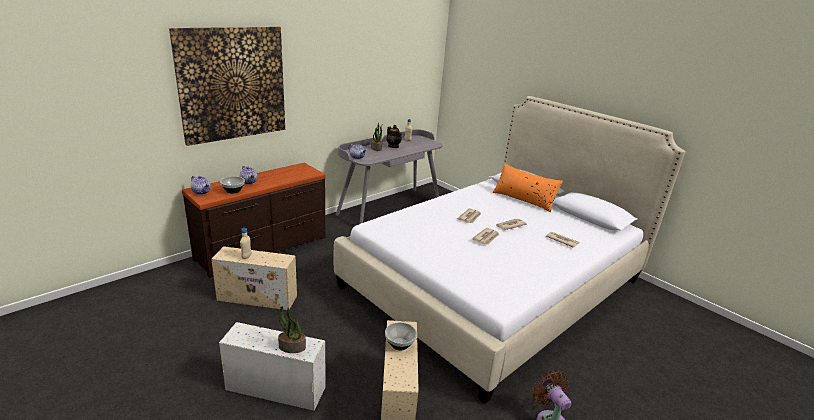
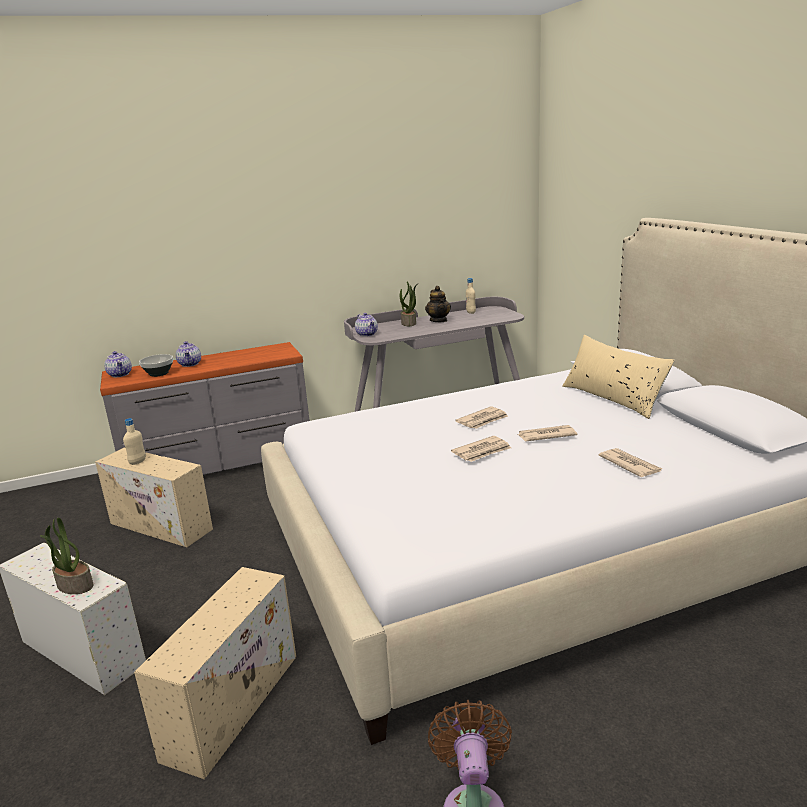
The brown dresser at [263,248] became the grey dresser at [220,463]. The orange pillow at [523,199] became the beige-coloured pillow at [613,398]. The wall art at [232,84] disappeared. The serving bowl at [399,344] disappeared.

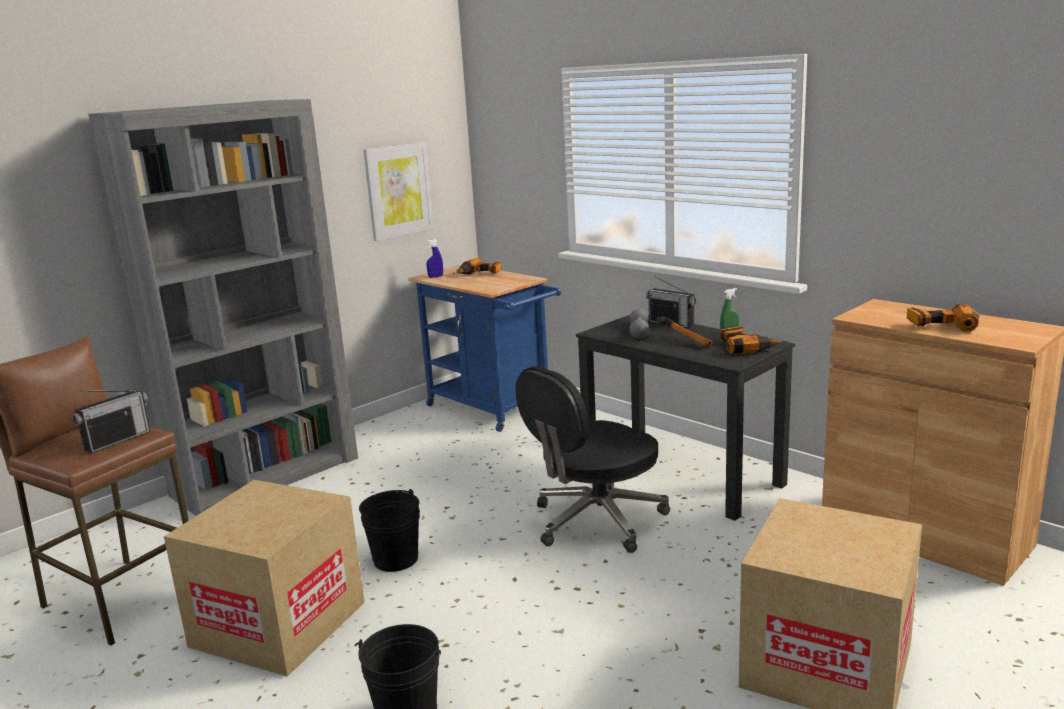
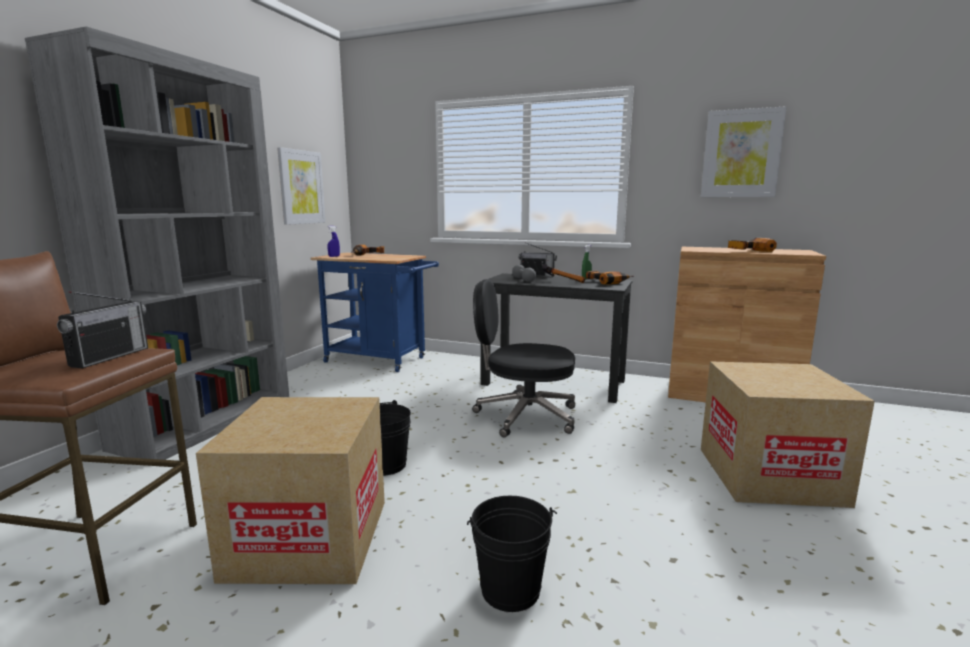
The black desk chair at [596,521] turned 75 degrees clockwise. The wall art at [741,154] appeared.

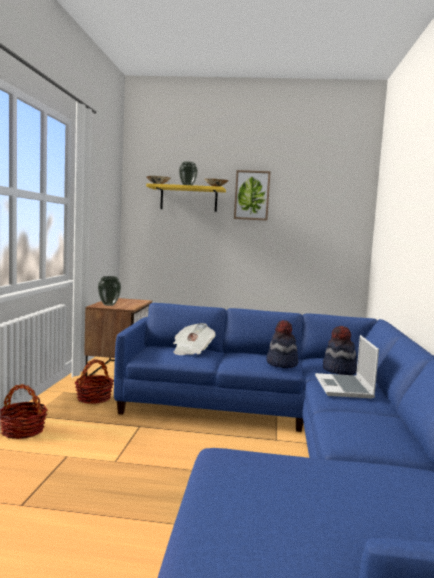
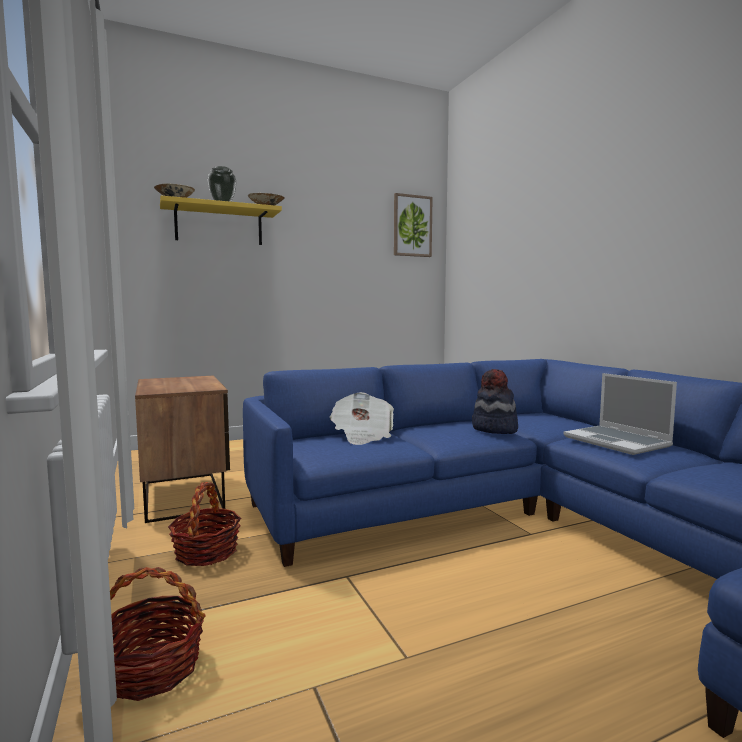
The wall art moved from [252,195] to [412,226]. The flower vase at [109,305] disappeared. The clothing hat at [339,370] disappeared.

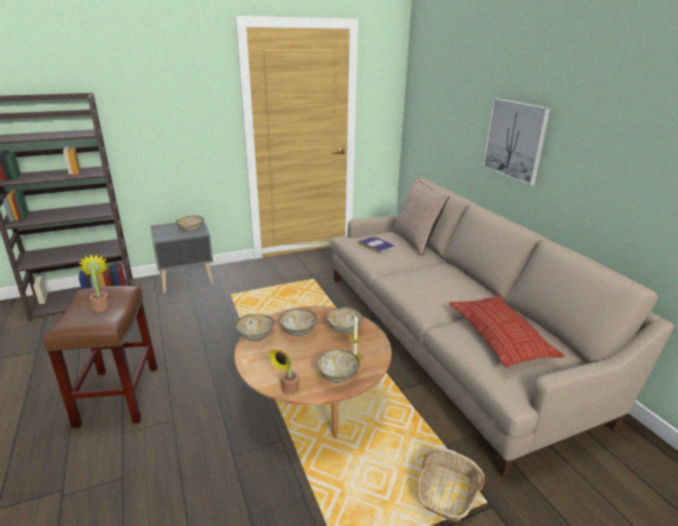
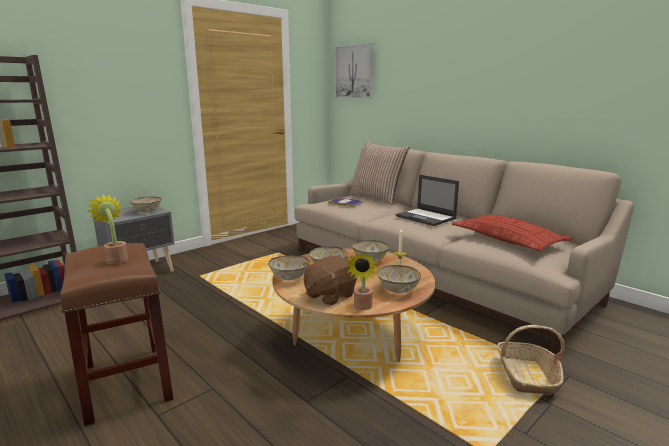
The brown soft toy at [329,295] appeared. The wall art moved from [515,140] to [354,72]. The portable computer at [426,217] appeared.

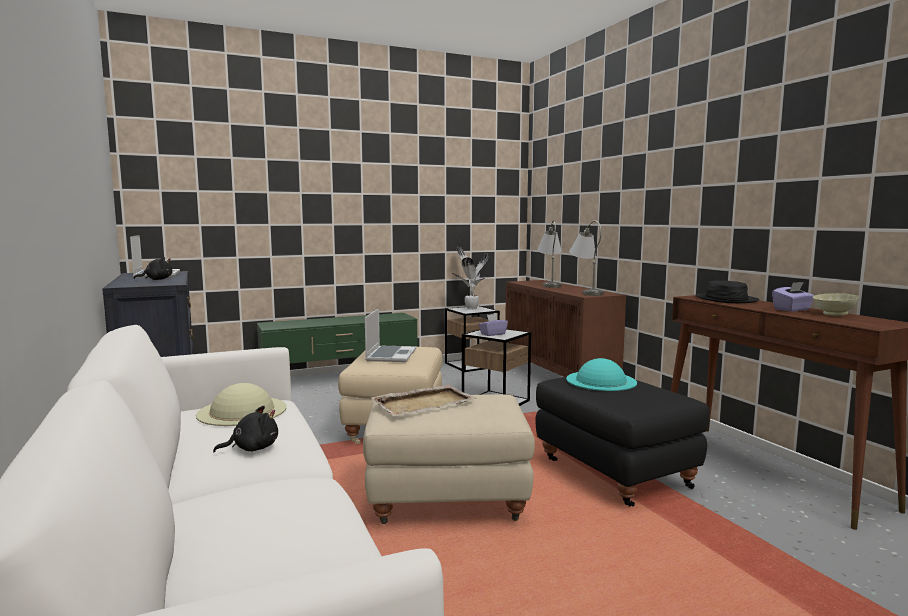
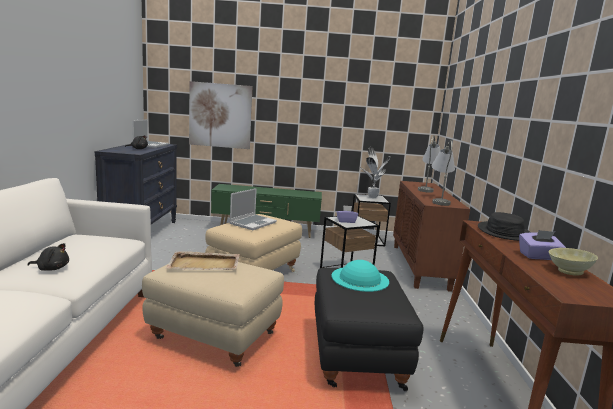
The wall art at [220,115] appeared. The beige-coloured clothing hat at [242,411] disappeared.

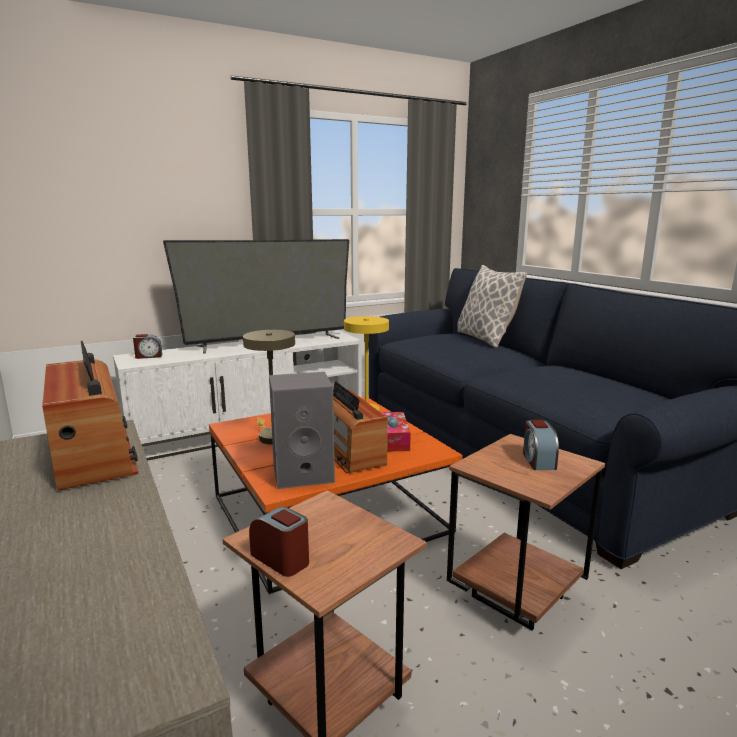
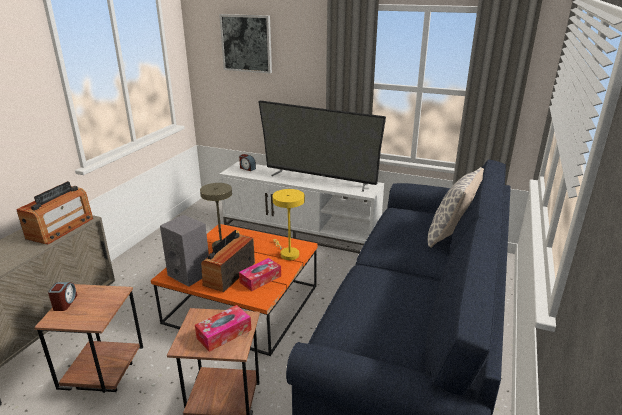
The alarm clock at [538,460] was replaced by the tissue box at [224,334]. The wall art at [246,43] appeared.

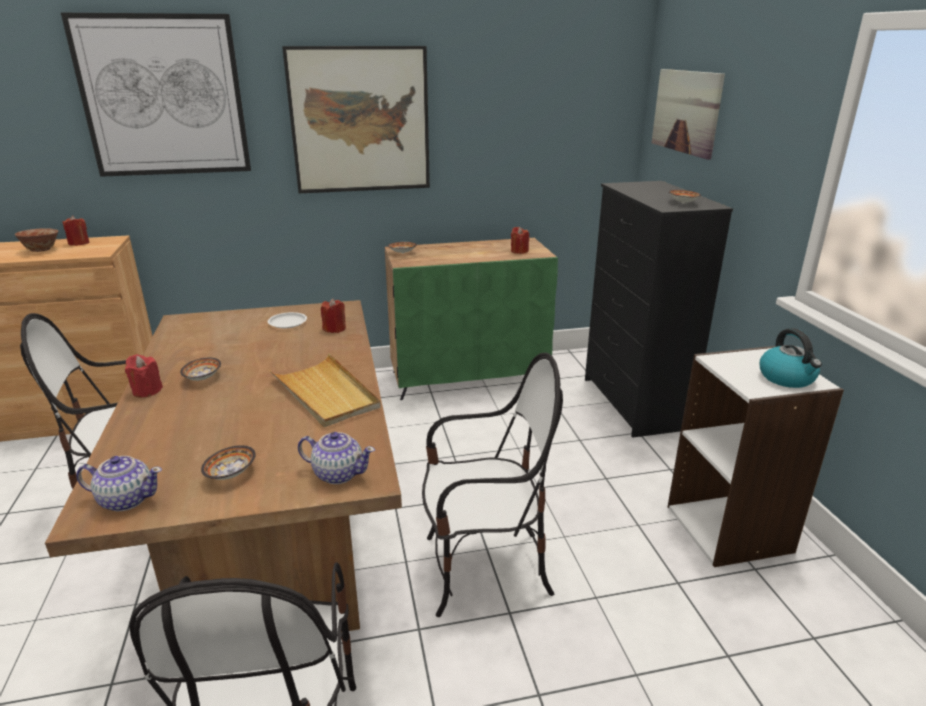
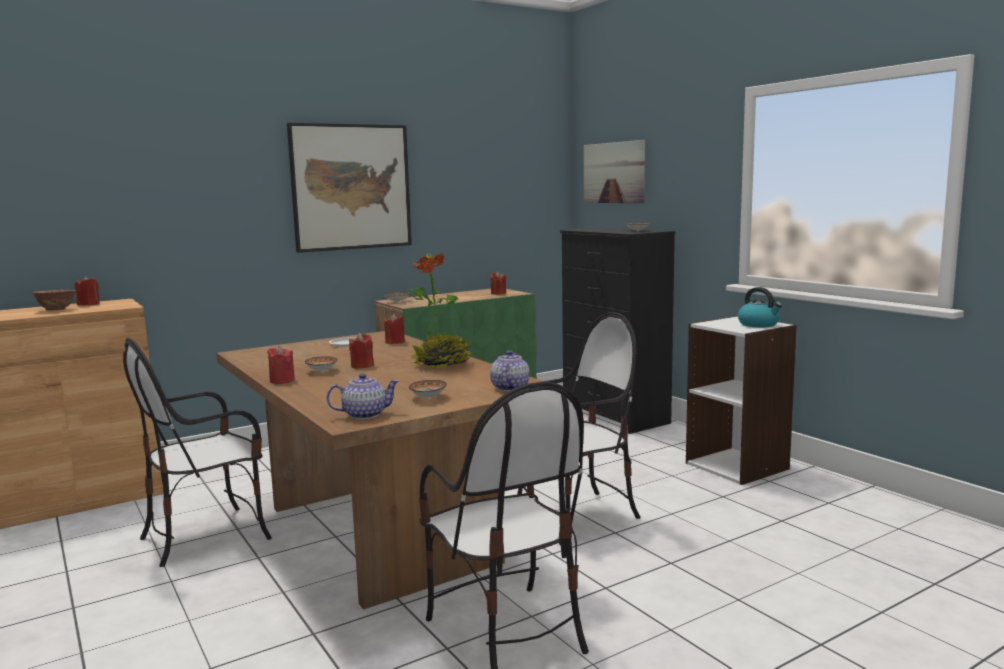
The red-coloured wax candle at [362,366] appeared. The beige-coloured carrying tray at [325,393] was replaced by the potted plant at [441,365]. The pot for tea at [338,473] turned 75 degrees counterclockwise. The wall art at [163,97] disappeared.

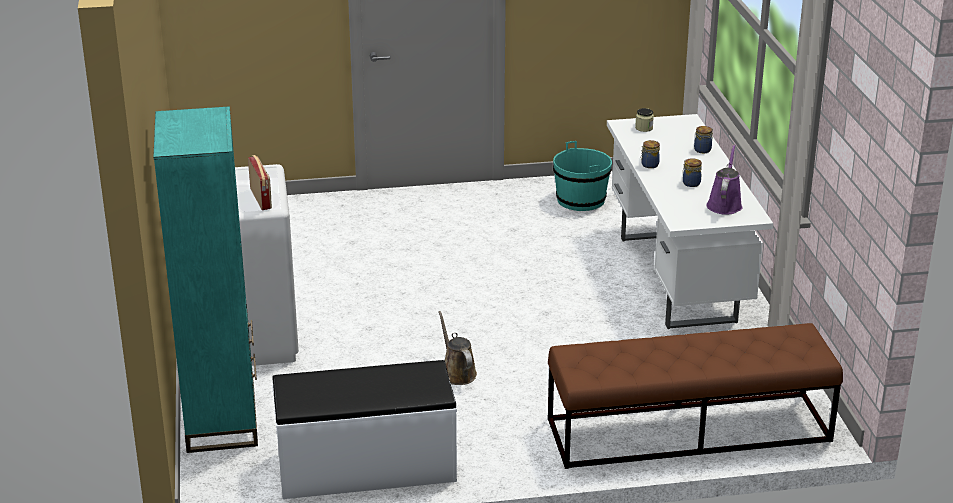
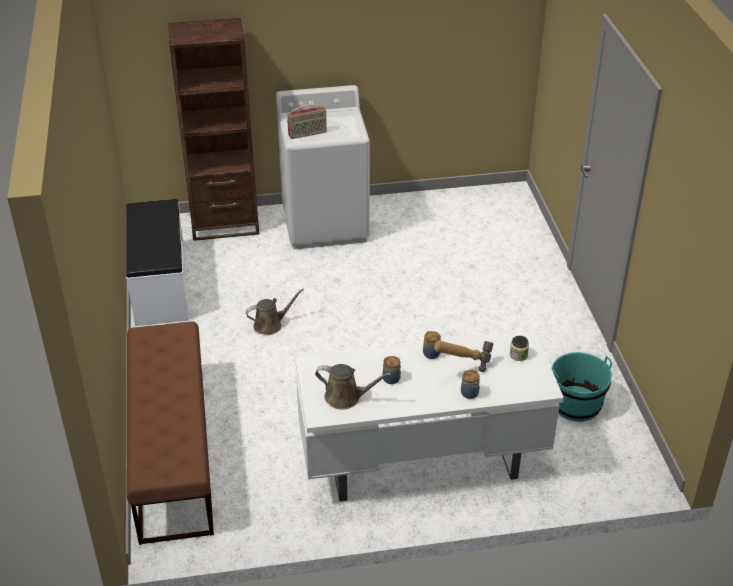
The turquoise bookshelf at [222,420] became the brown bookshelf at [225,224]. The purple-coloured watering can at [724,204] became the brown watering can at [346,397]. The hand hammer at [462,370] appeared.

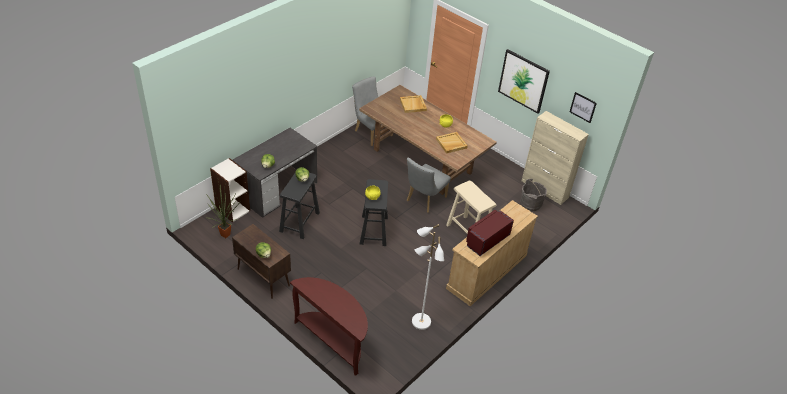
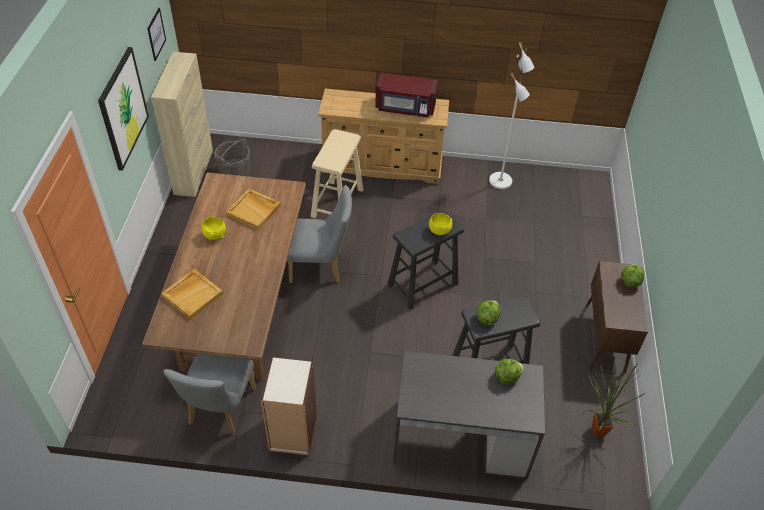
The bookshelf moved from [232,209] to [292,433]. The brown narrow table at [333,341] disappeared.

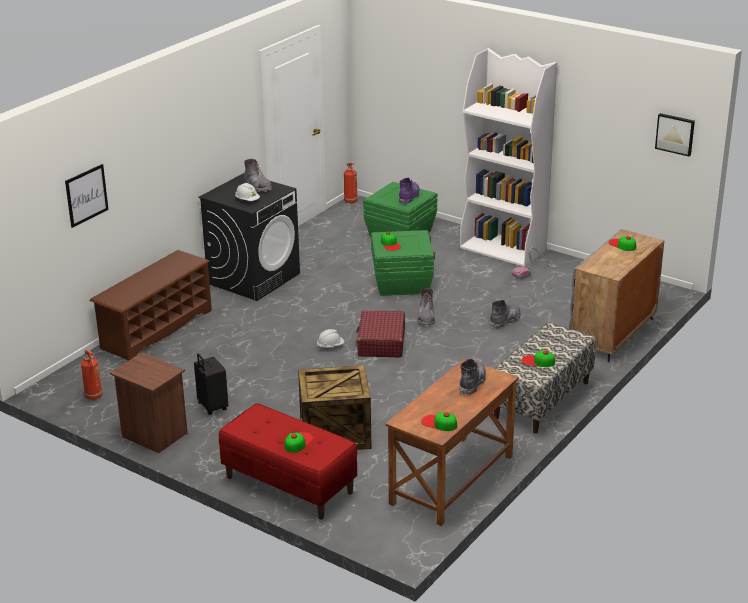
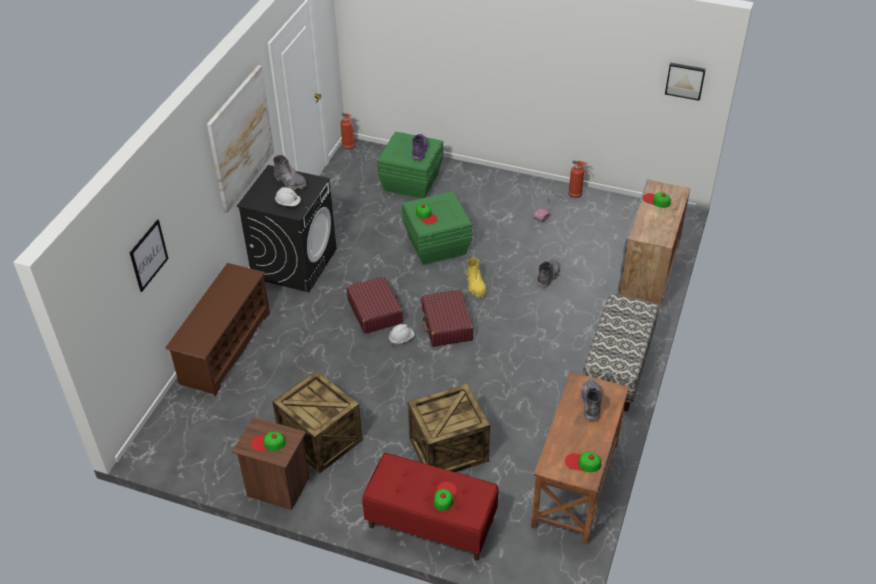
The wall art at [240,138] appeared. The peaked cap moved from [538,361] to [268,443]. The black piece of luggage at [212,407] was replaced by the packing crate at [319,439]. The red-coloured piece of luggage at [375,311] appeared. The grey tall boot at [426,318] became the yellowish tall boot at [475,286]. The extinguisher moved from [94,397] to [575,195]. The white bookshelf at [503,249] disappeared.

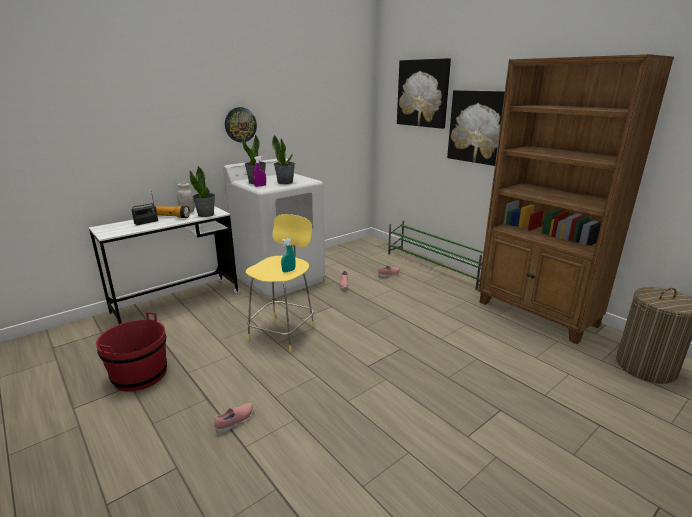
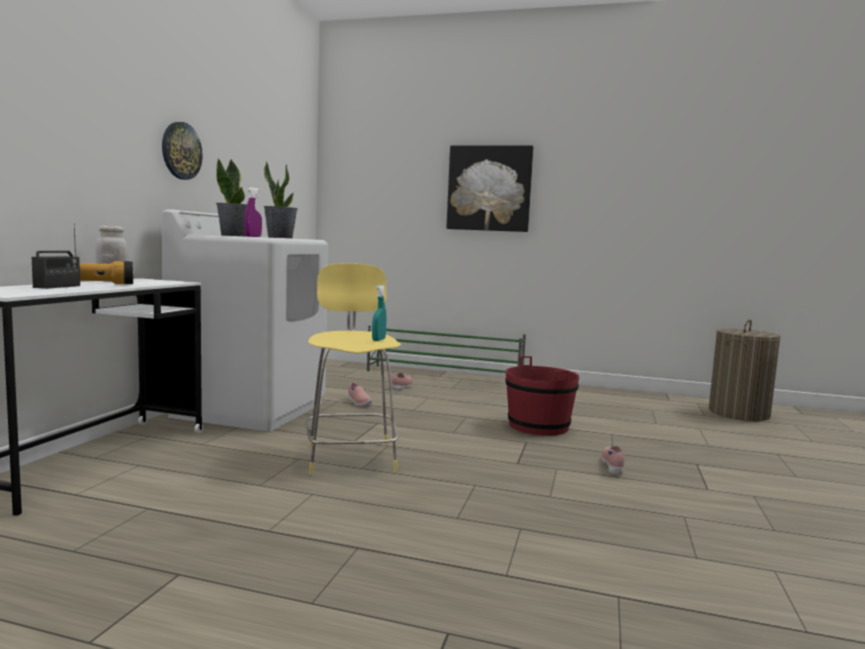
The red-coloured bucket moved from [139,375] to [538,426]. The pink item of footwear moved from [235,422] to [613,467]. The potted plant at [206,214] disappeared. The wall art at [423,93] disappeared. The brown bookshelf at [537,314] disappeared.

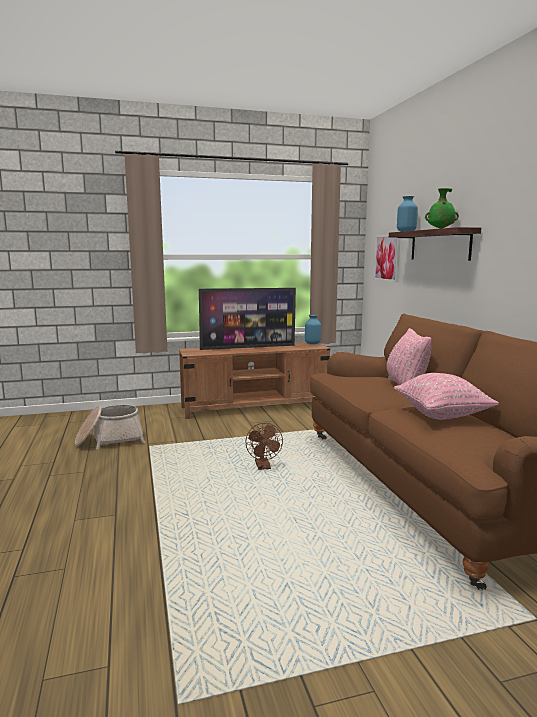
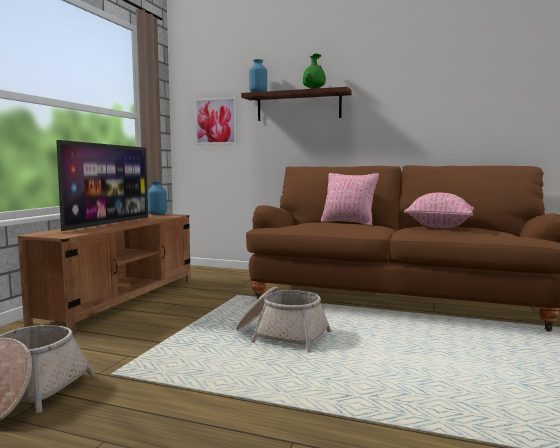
The brown cooling fan at [263,467] was replaced by the storage basket at [281,335].

